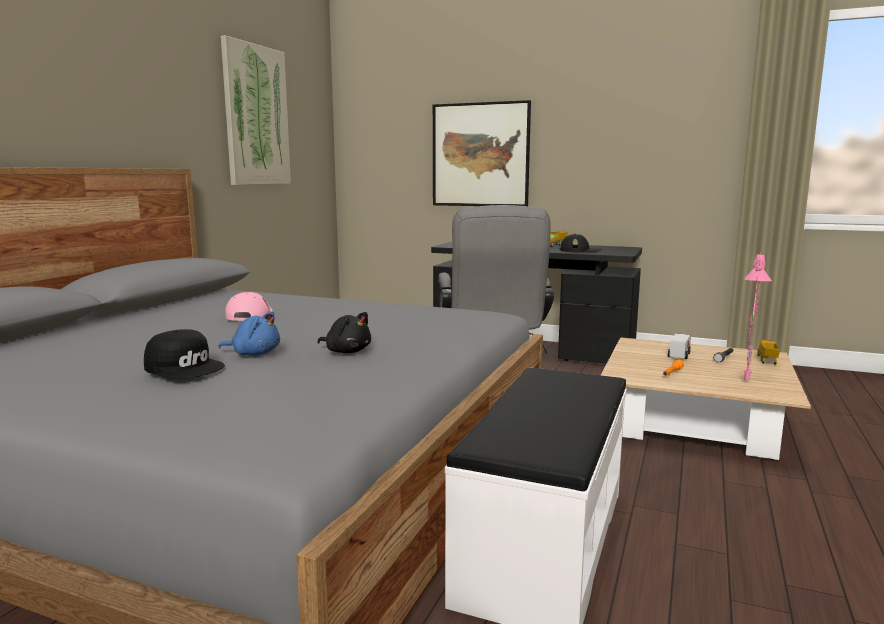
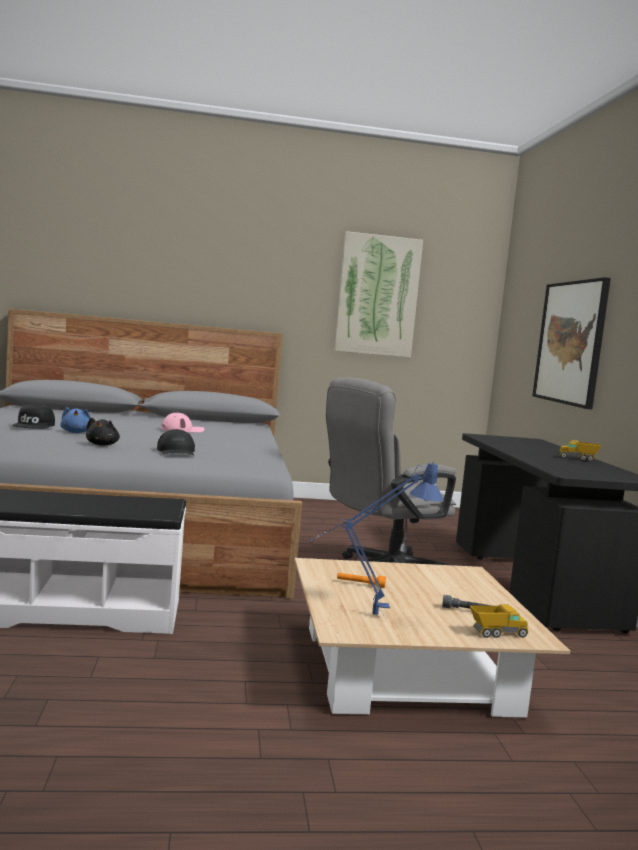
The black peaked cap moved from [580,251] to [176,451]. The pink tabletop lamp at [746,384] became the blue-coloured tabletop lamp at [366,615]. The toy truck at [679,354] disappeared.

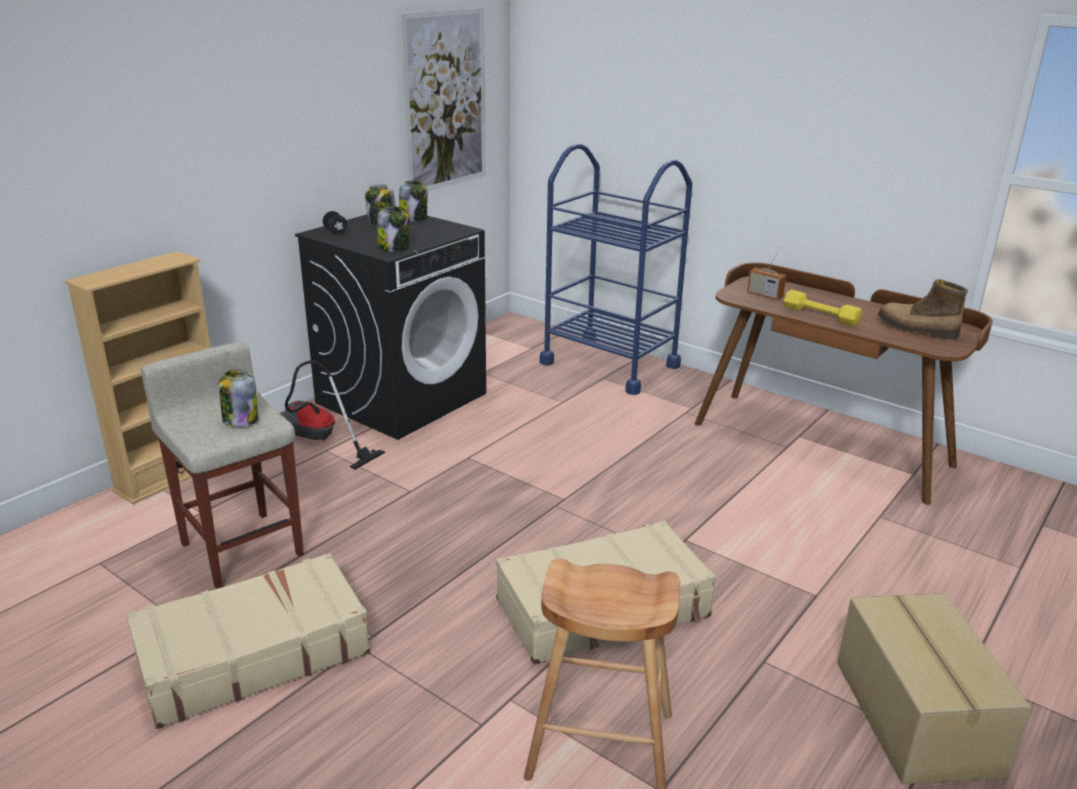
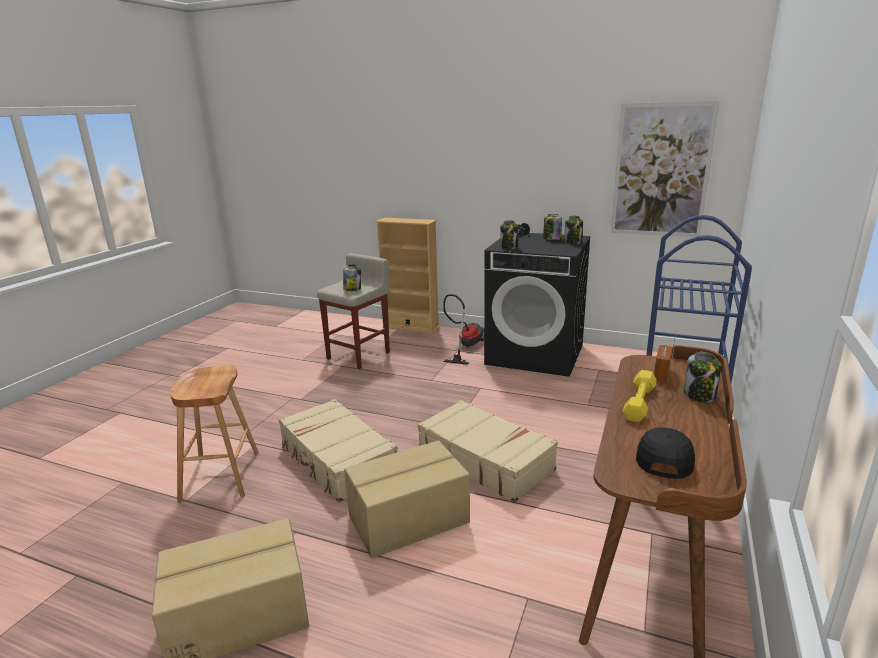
The cardboard box at [409,520] appeared. The beige-coloured piece of luggage moved from [252,654] to [485,459]. The tall boot at [916,329] was replaced by the black peaked cap at [664,458]. The preserve jar at [699,395] appeared.

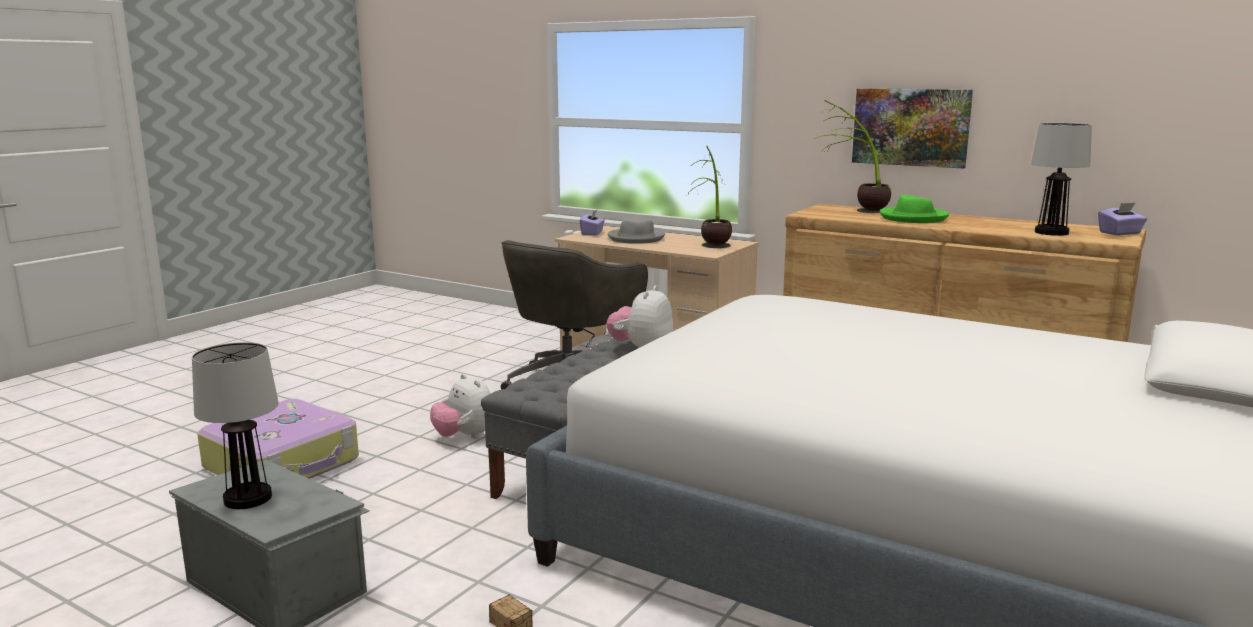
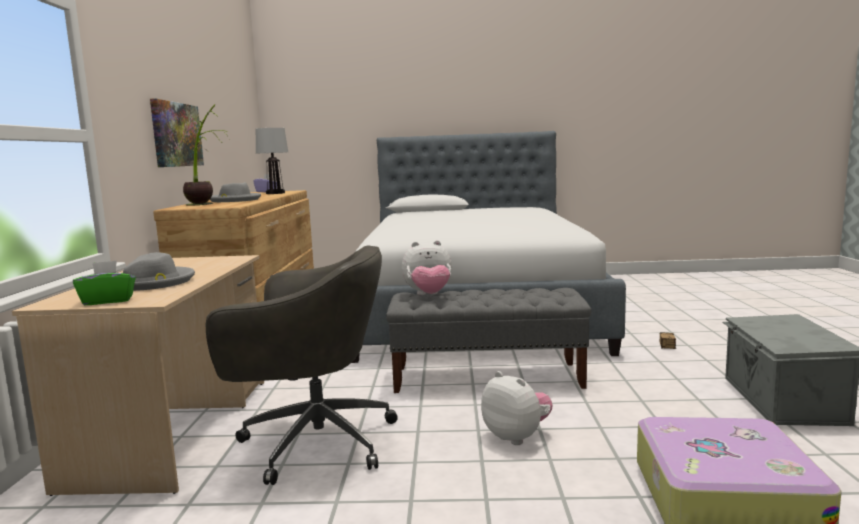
The purple-coloured tissue box at [592,233] became the green tissue box at [108,301]. The green clothing hat at [913,218] became the grey clothing hat at [235,200]. The soft toy at [465,437] turned 60 degrees counterclockwise. The tabletop lamp at [249,498] disappeared. The potted plant at [711,248] disappeared.

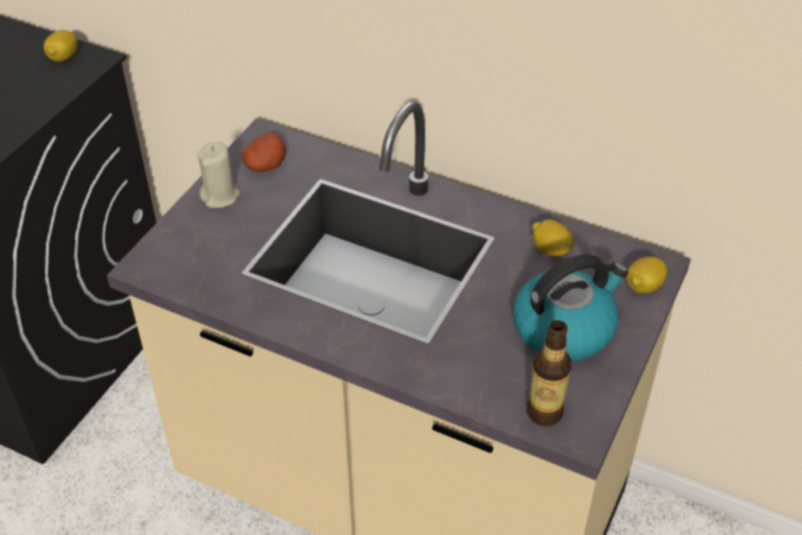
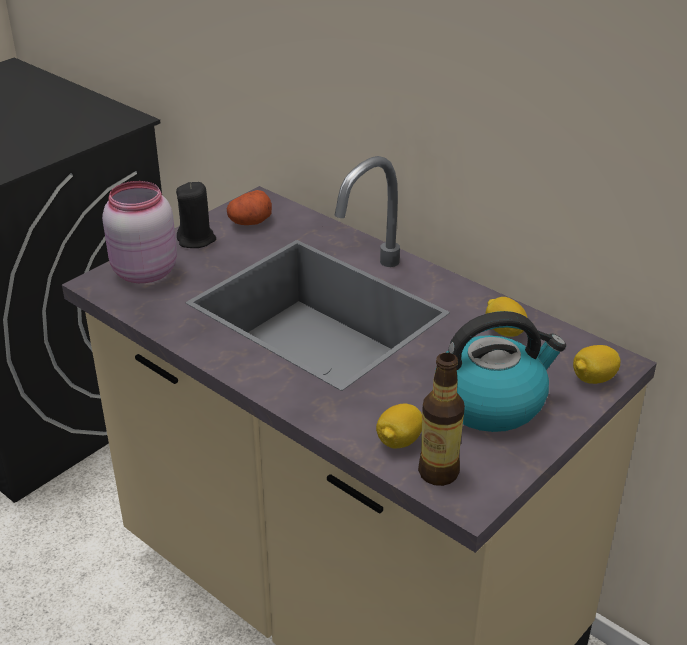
The pink preserve jar at [143,272] appeared. The beige-coloured wax candle at [220,196] became the black wax candle at [196,239]. The whole lemon moved from [64,58] to [399,441].

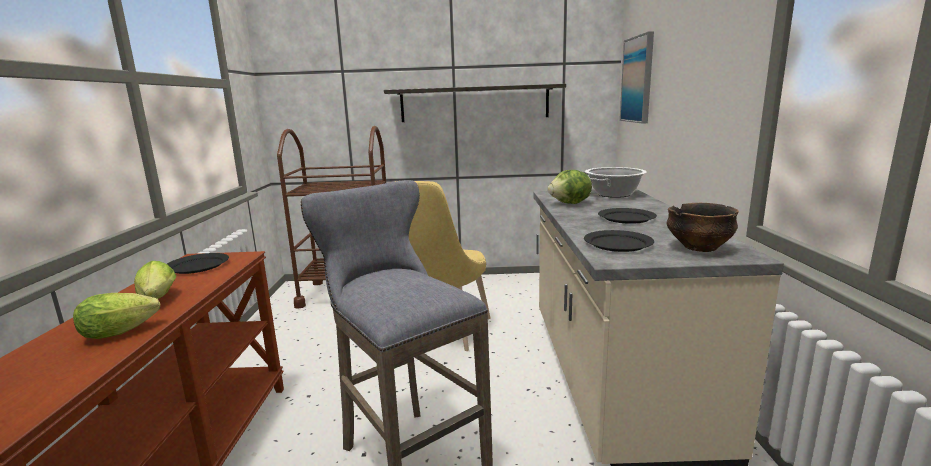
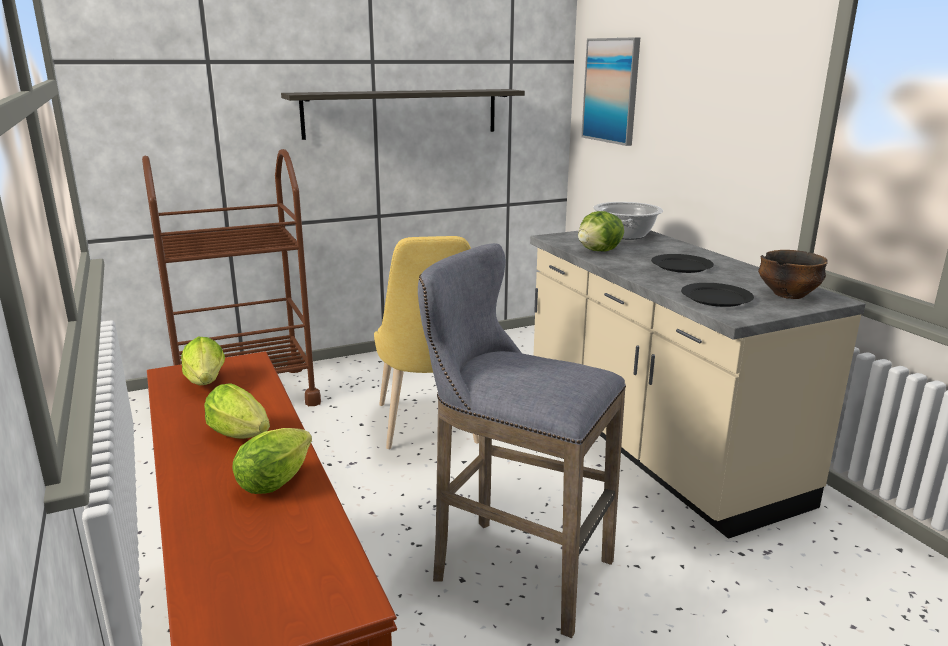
The black flat dish at [198,265] was replaced by the lettuce at [206,384].

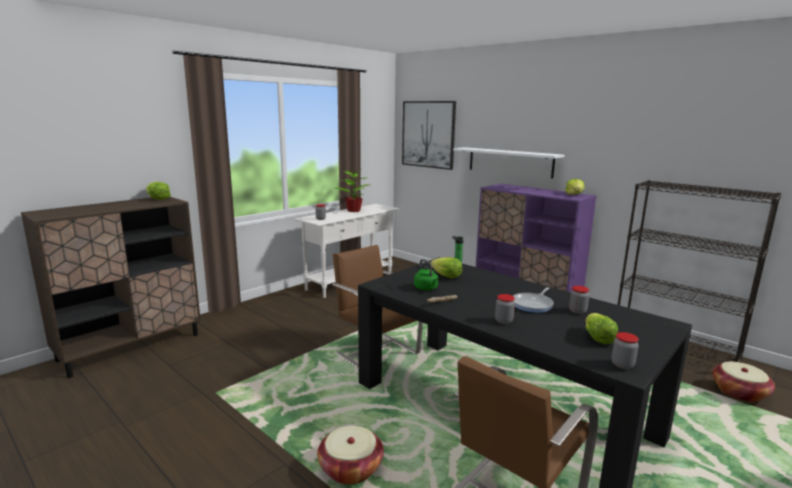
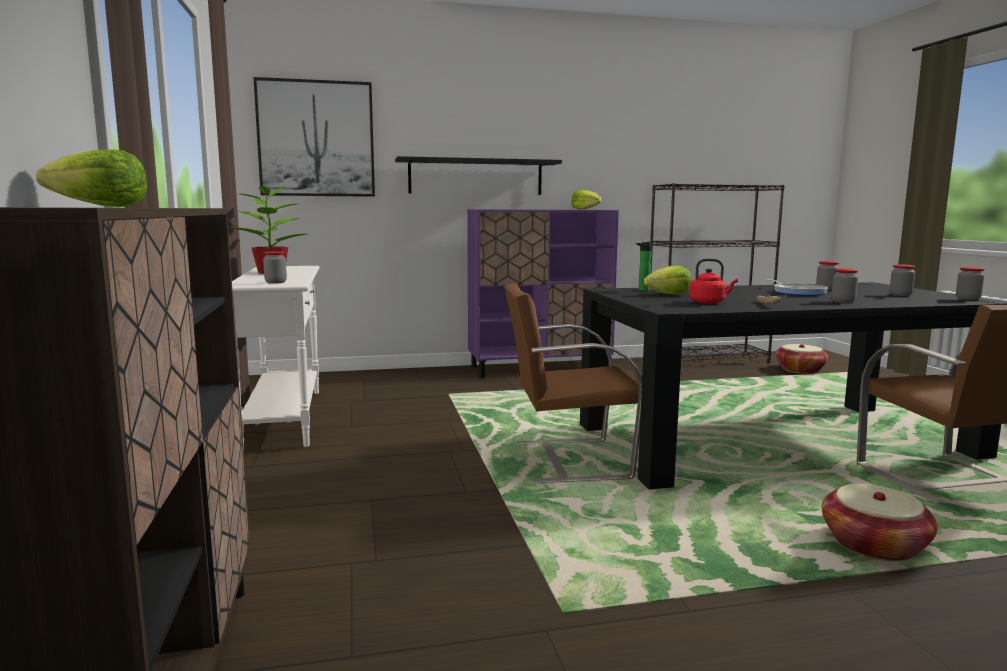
The white shelf at [510,162] became the black shelf at [476,177]. The green tea kettle at [426,288] became the red-coloured tea kettle at [709,302]. The lettuce at [597,338] was replaced by the preserve jar at [900,295].

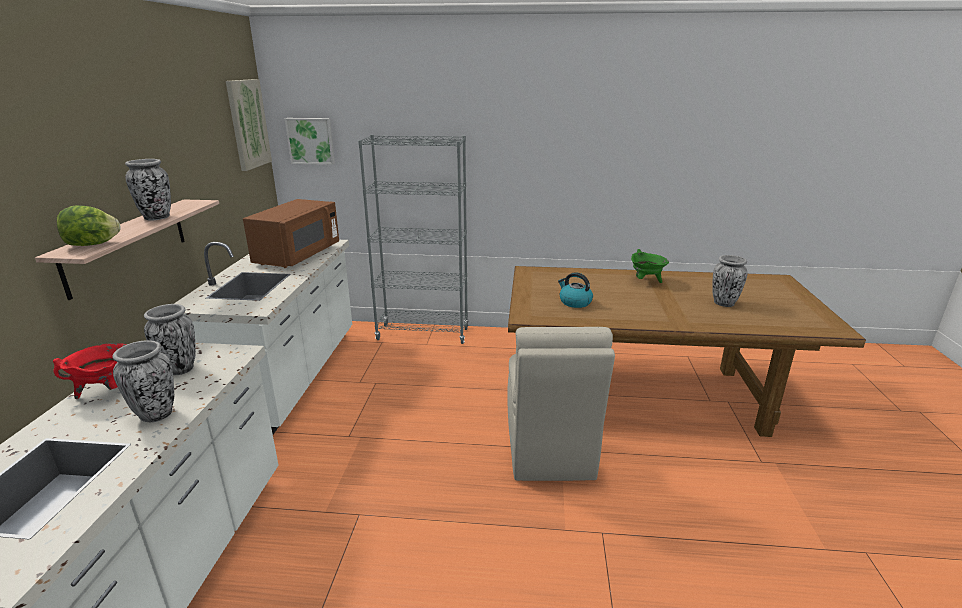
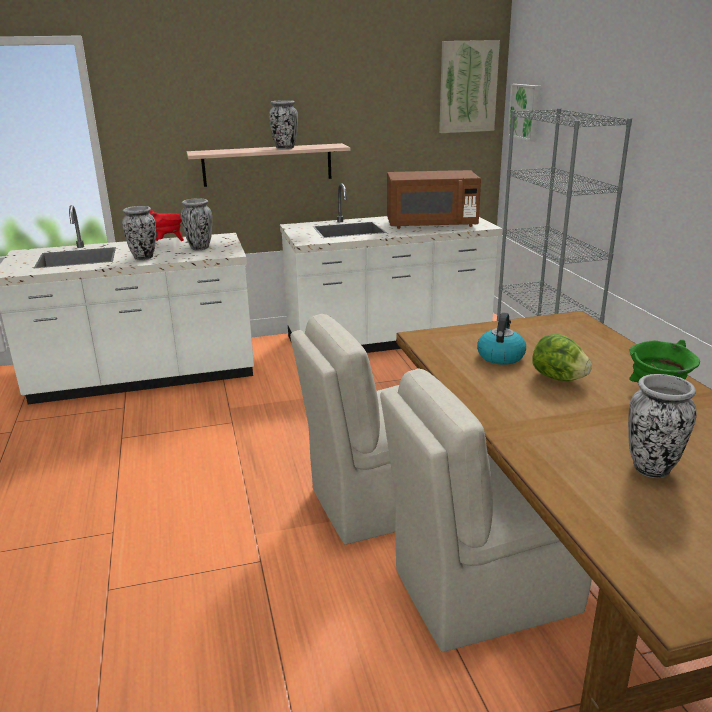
The beige-coloured plain chair at [480,591] appeared. The lettuce moved from [93,245] to [558,378].

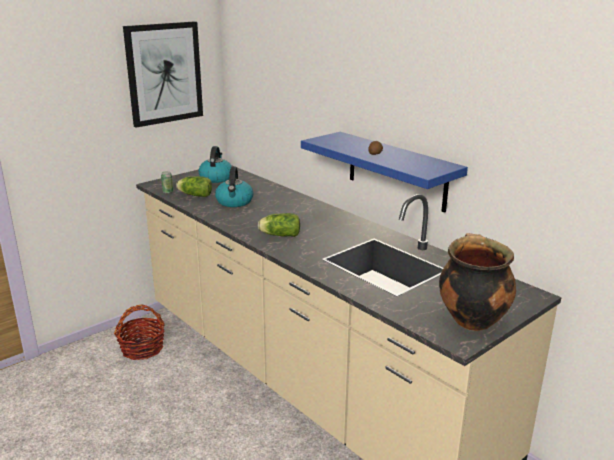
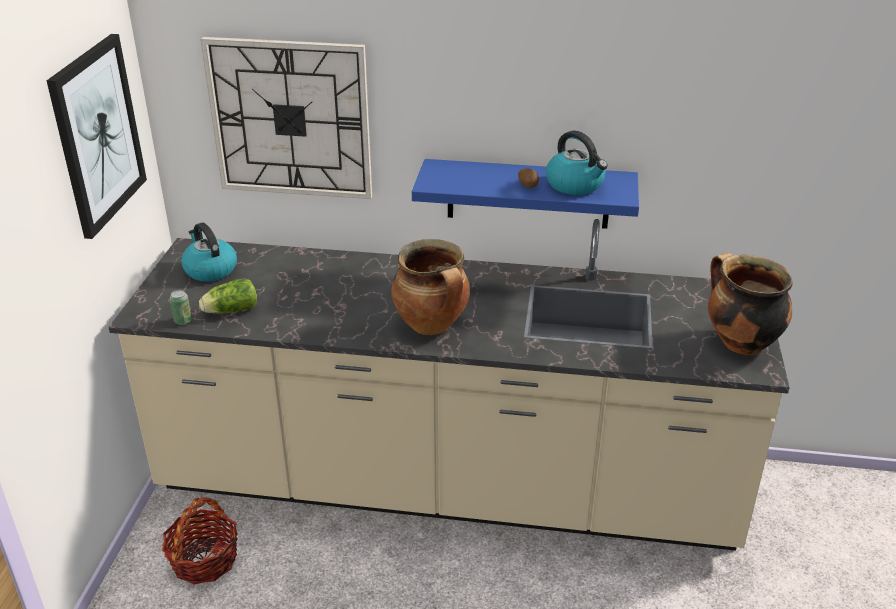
The wall clock at [290,119] appeared. The lettuce at [279,235] was replaced by the cooking pot at [432,326]. The tea kettle moved from [234,202] to [575,185].

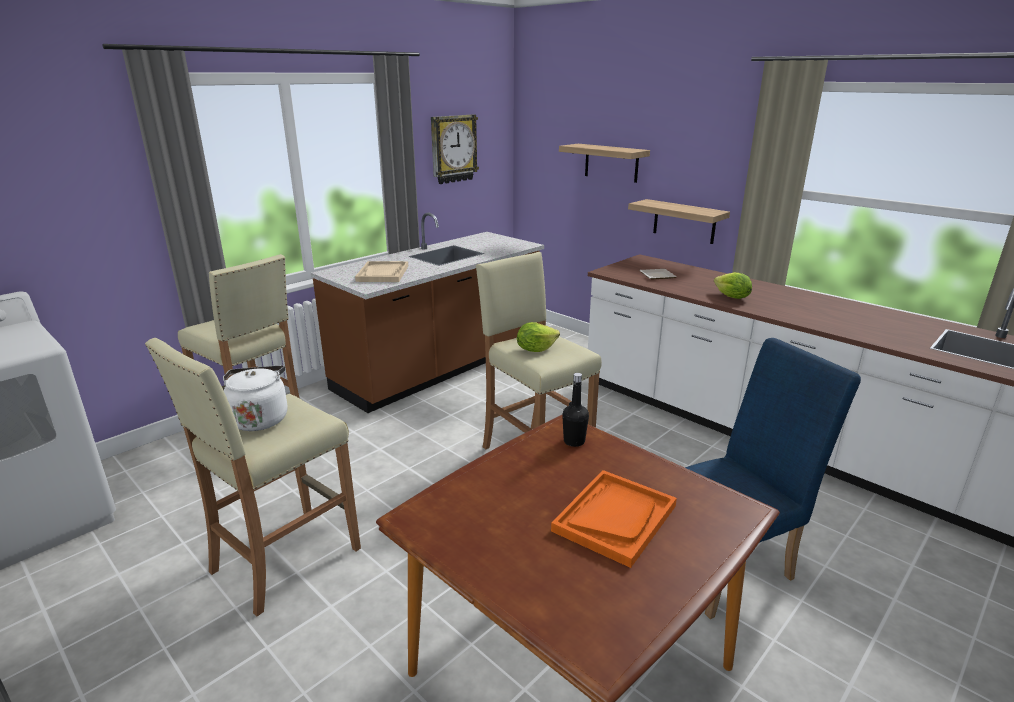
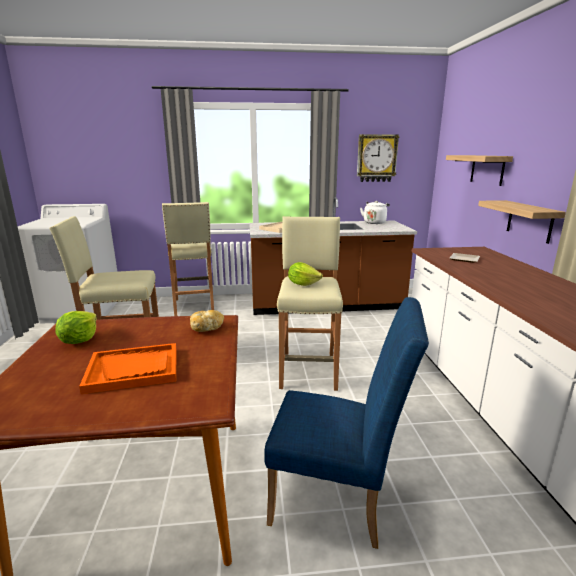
The lettuce moved from [731,297] to [79,340]. The black beverage bottle at [574,441] was replaced by the baked bread at [207,328]. The white tea kettle moved from [259,418] to [374,222].

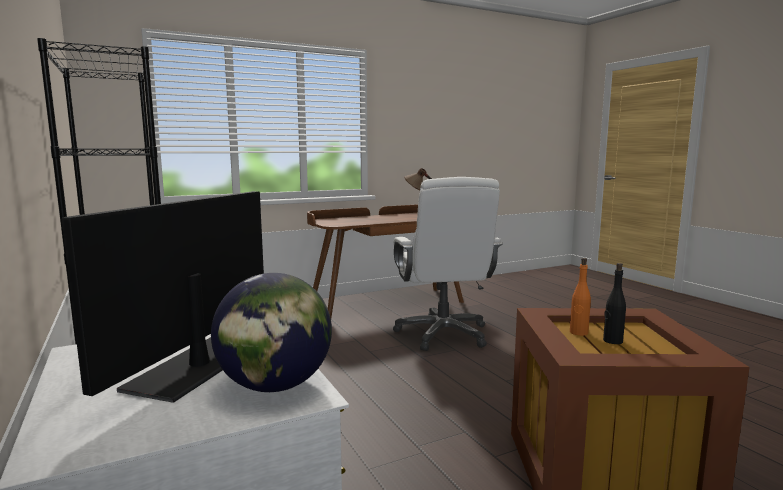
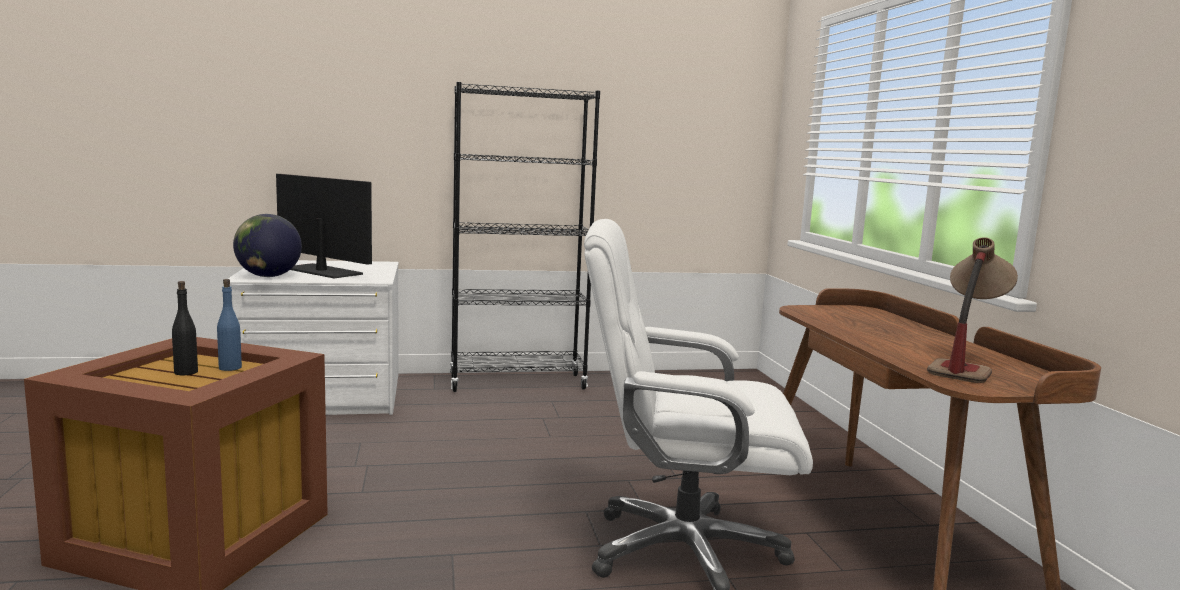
The orange beverage bottle at [578,332] became the blue-coloured beverage bottle at [230,368].

